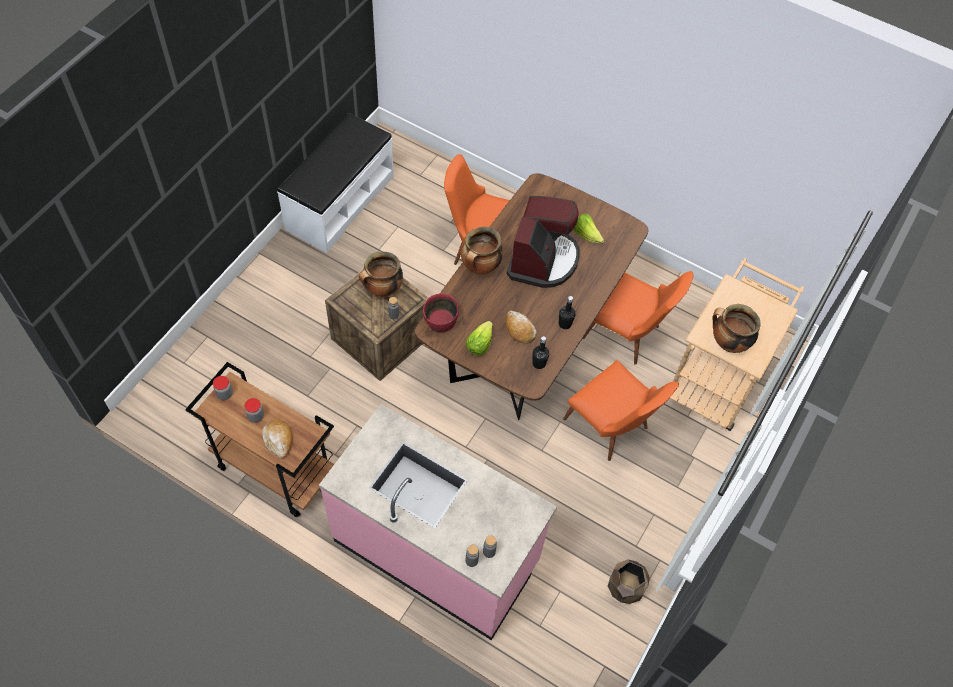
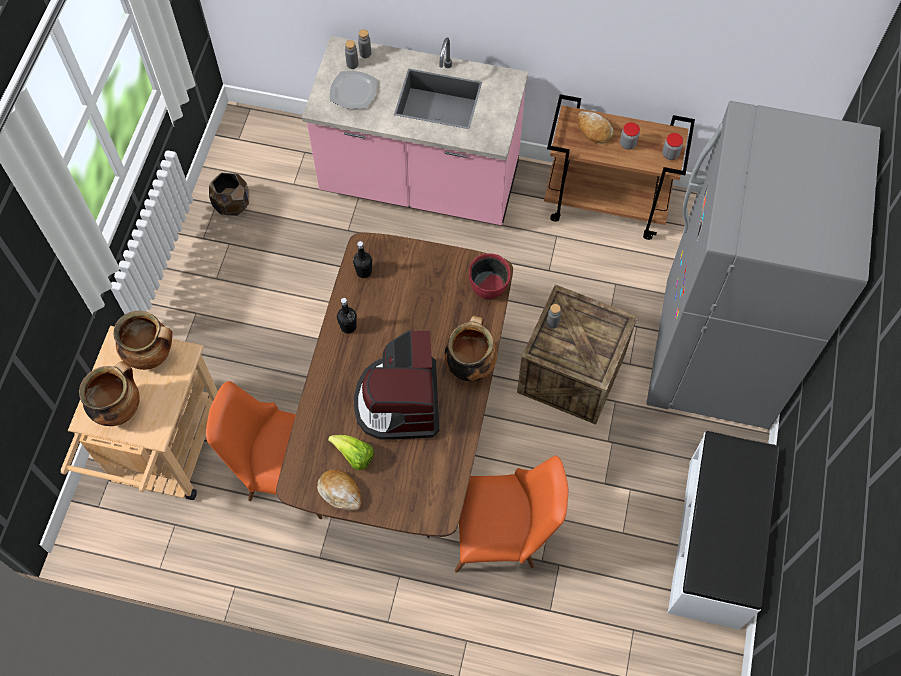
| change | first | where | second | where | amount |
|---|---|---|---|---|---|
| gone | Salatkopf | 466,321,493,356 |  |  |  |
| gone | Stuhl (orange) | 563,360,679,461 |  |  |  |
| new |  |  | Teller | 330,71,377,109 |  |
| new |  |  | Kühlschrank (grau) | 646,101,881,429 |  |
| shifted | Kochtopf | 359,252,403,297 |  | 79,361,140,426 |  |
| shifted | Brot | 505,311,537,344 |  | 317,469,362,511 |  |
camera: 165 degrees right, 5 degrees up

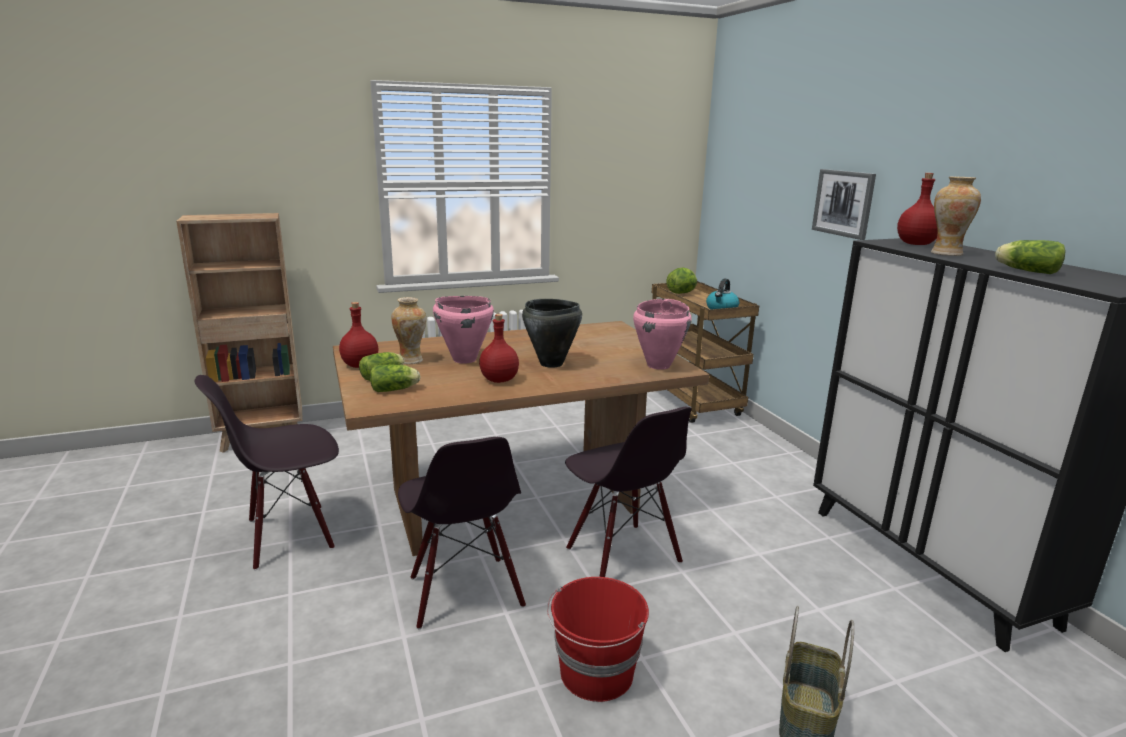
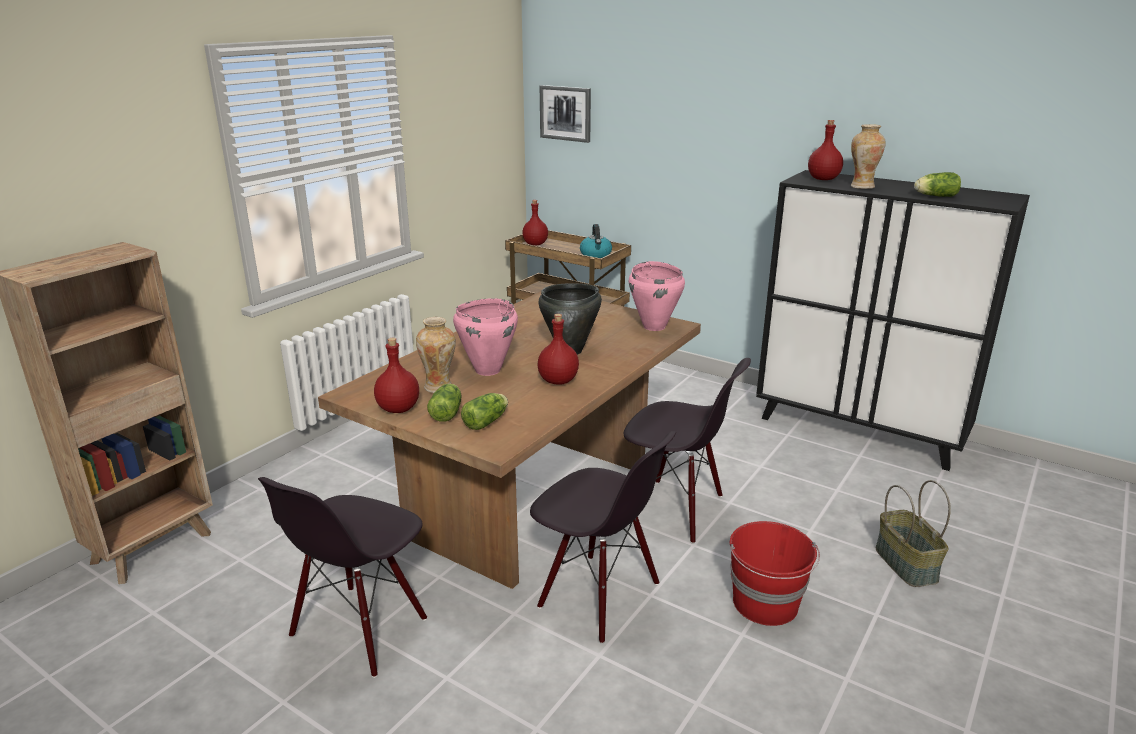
| change | first | where | second | where | amount |
|---|---|---|---|---|---|
| shifted | Bild | 812,169,876,240 |  | 540,85,591,143 |  |
| swapped | Salatkopf | 666,268,697,294 | Flasche (rot) | 522,200,548,245 |  |
camera: 35 degrees left, 5 degrees up

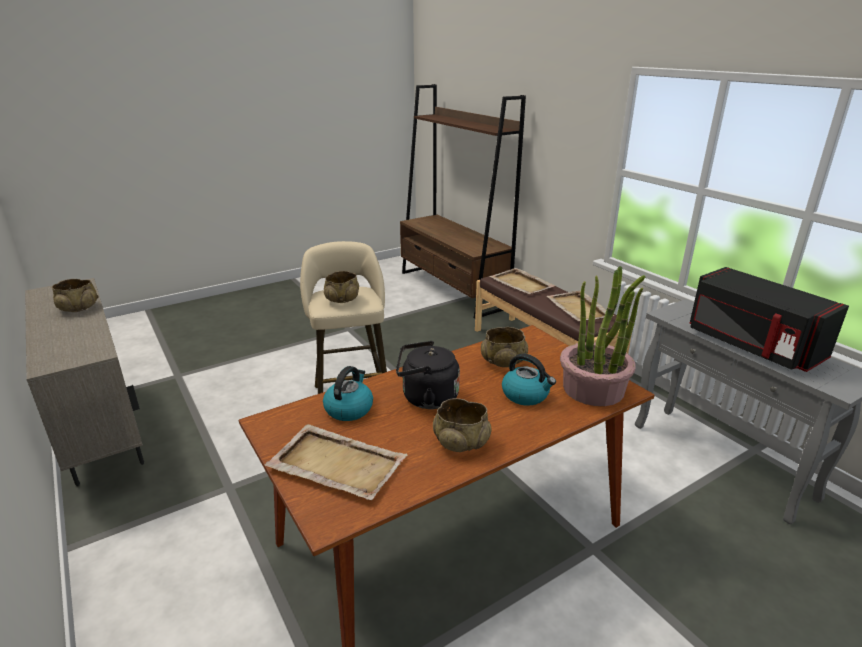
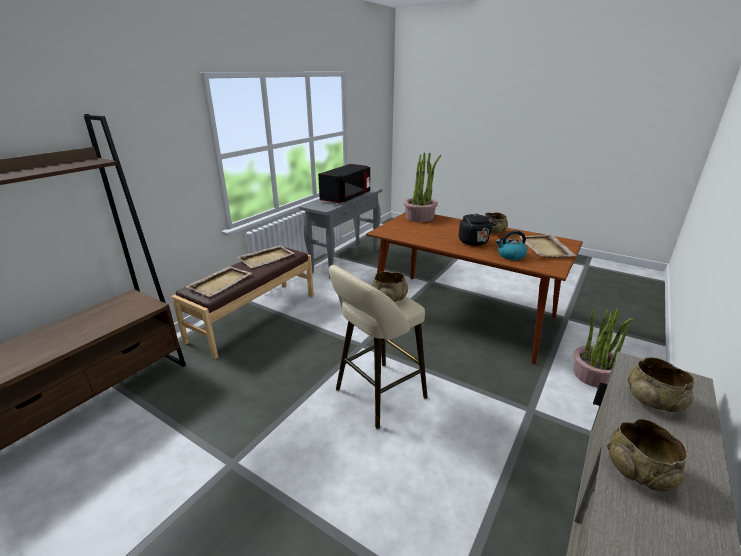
| change | first | where | second | where | amount |
|---|---|---|---|---|---|
| gone | Wasserkessel | 502,354,556,405 |  |  |  |
| new |  |  | Topfpflanze | 574,308,633,388 |  |
| shifted | Schüssel (beige) | 481,327,528,367 |  | 628,357,695,412 |  |
camera: 115 degrees left, 0 degrees up

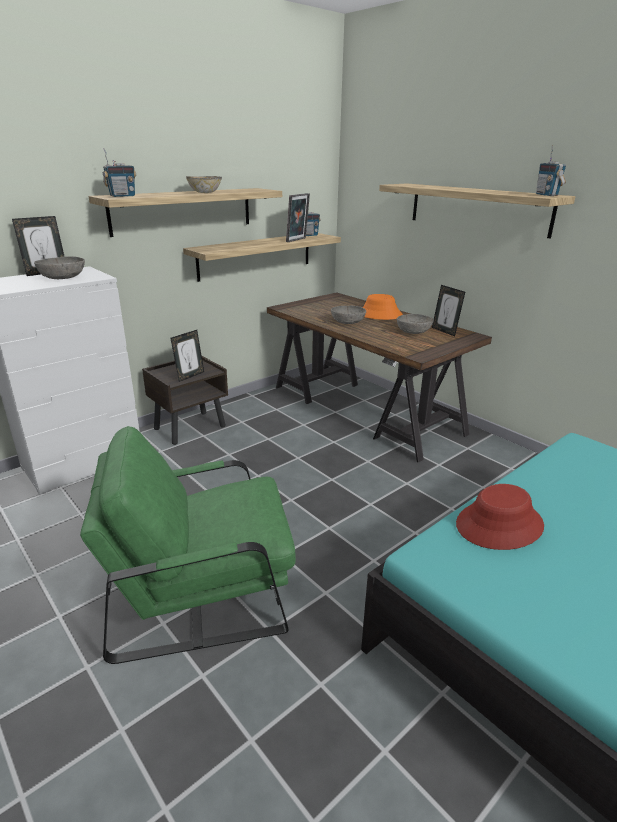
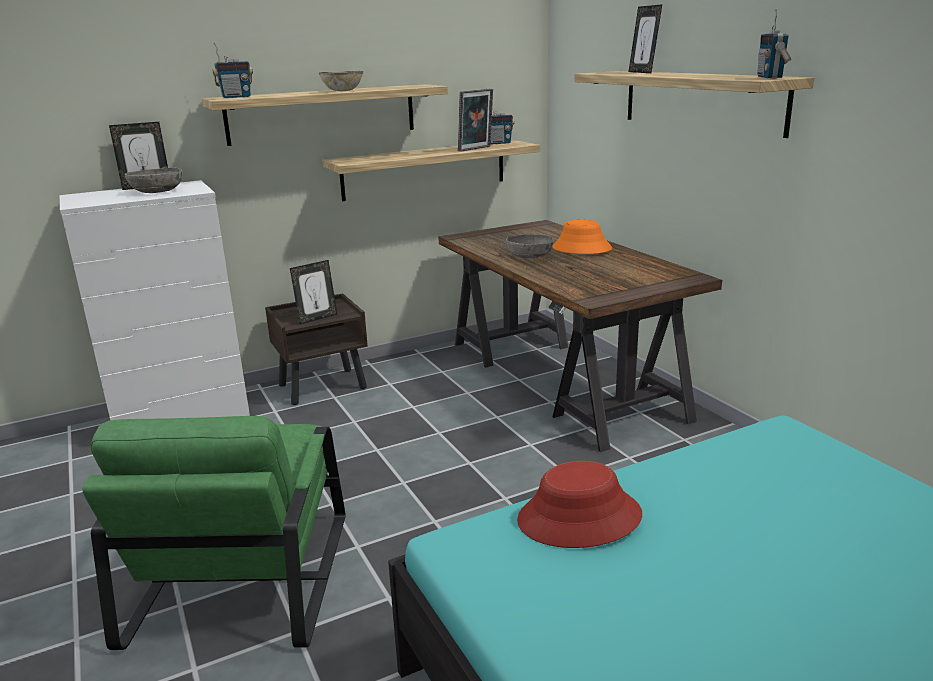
| change | first | where | second | where | amount |
|---|---|---|---|---|---|
| gone | Schüssel (grau) | 397,314,434,334 |  |  |  |
| shifted | Bilderrahmen | 432,285,465,337 |  | 628,4,662,73 |  |
| rotated | Sessel (grün) | 80,426,296,664 |  | 82,416,345,650 | 90 degrees counterclockwise |
camera: 15 degrees right, 5 degrees down

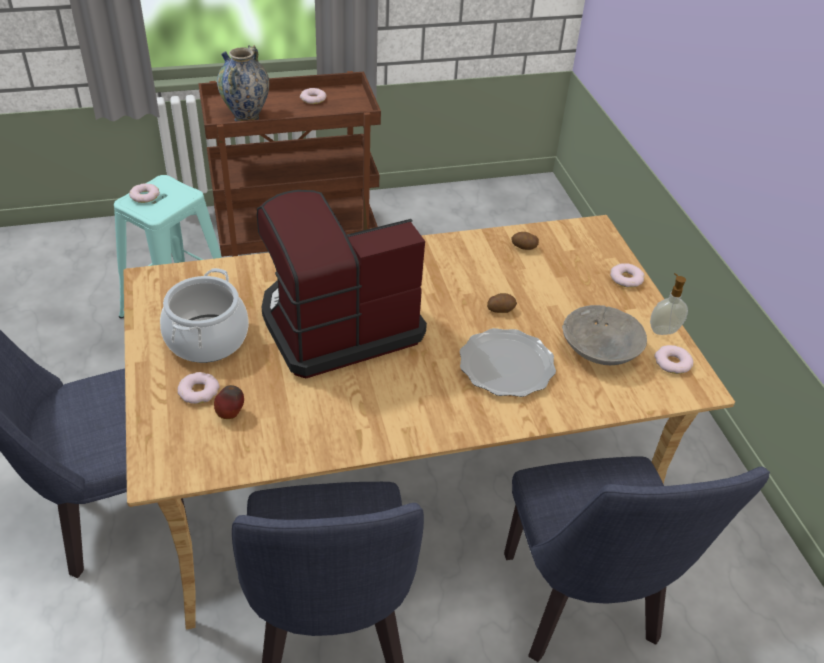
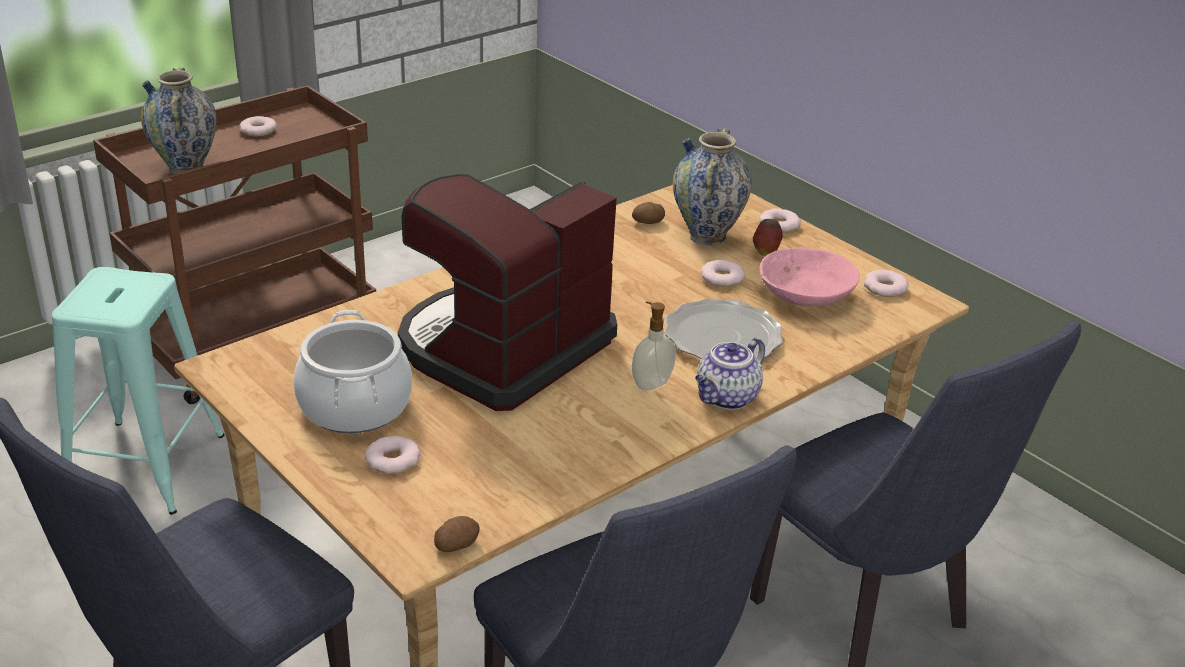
| change | first | where | second | where | amount |
|---|---|---|---|---|---|
| new |  |  | Vase | 673,128,752,245 |  |
| new |  |  | Teekanne | 695,338,765,410 |  |
| shifted | Donut | 129,184,160,203 |  | 701,260,745,287 |  |
| shifted | Apfel | 214,385,244,419 |  | 753,219,783,256 |  |
| shifted | Kartoffel | 487,293,517,313 |  | 434,516,480,552 |  |
| shifted | Seifenspender | 650,273,688,335 |  | 632,301,676,390 |  |
| repainted | Schüssel (grau) | 562,305,647,365 | Schüssel (rosa) | 760,248,860,306 |  |
camera: 25 degrees left, 10 degrees down

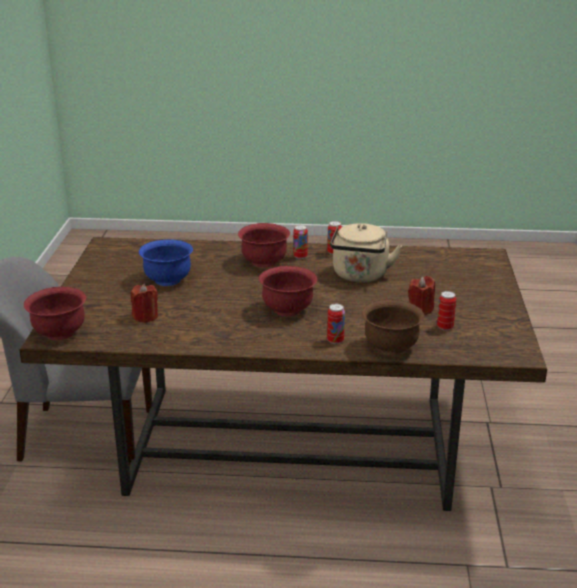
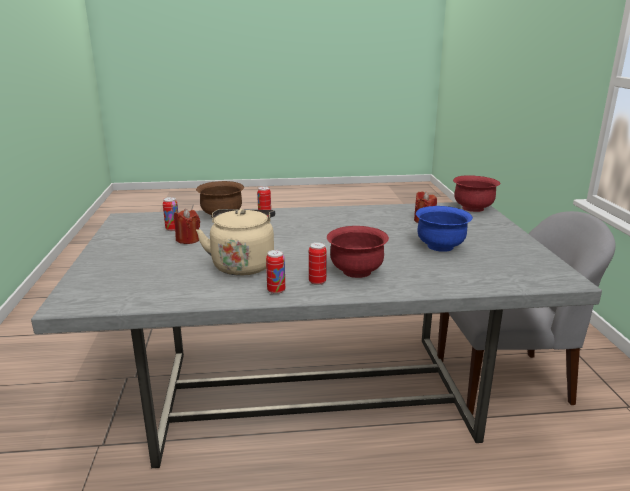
| change | first | where | second | where | amount |
|---|---|---|---|---|---|
| gone | Schüssel (rot) | 259,266,317,316 |  |  |  |
| repainted | Esstisch (braun) | 19,237,547,511 | Esstisch (grau) | 31,202,602,468 |  |
camera: 170 degrees right, 5 degrees down

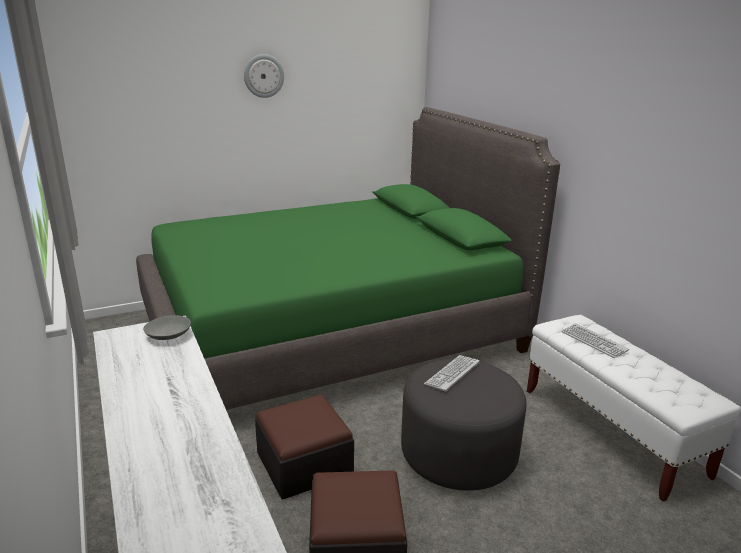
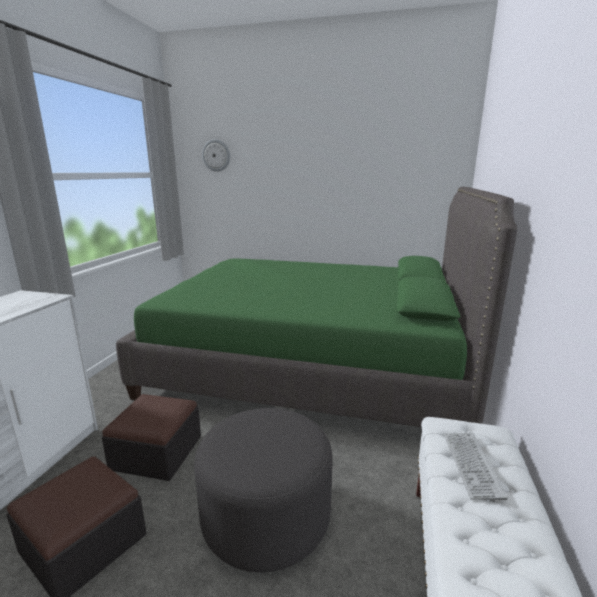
| change | first | where | second | where | amount |
|---|---|---|---|---|---|
| gone | Schüssel (grau) | 143,315,191,340 |  |  |  |
| gone | Tastatur | 424,355,480,392 |  |  |  |
| shifted | Wanduhr | 244,54,284,98 |  | 202,139,230,172 |  |
camera: 40 degrees right, 5 degrees down

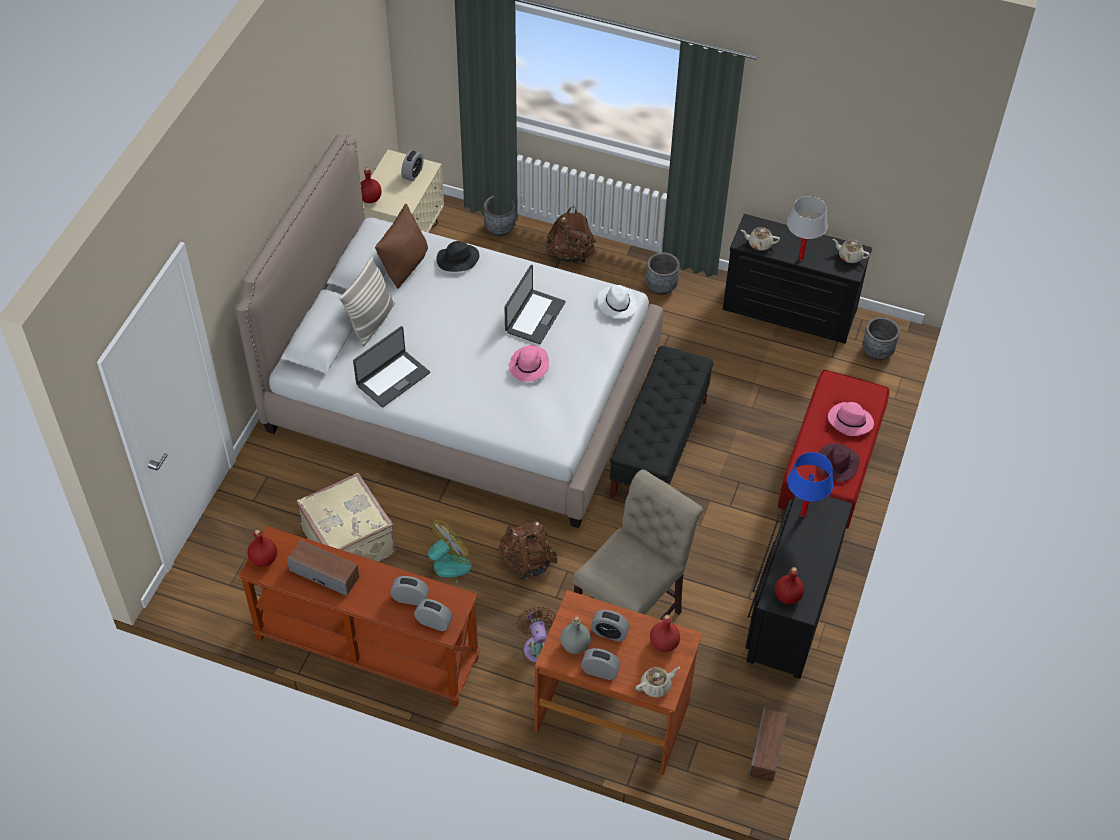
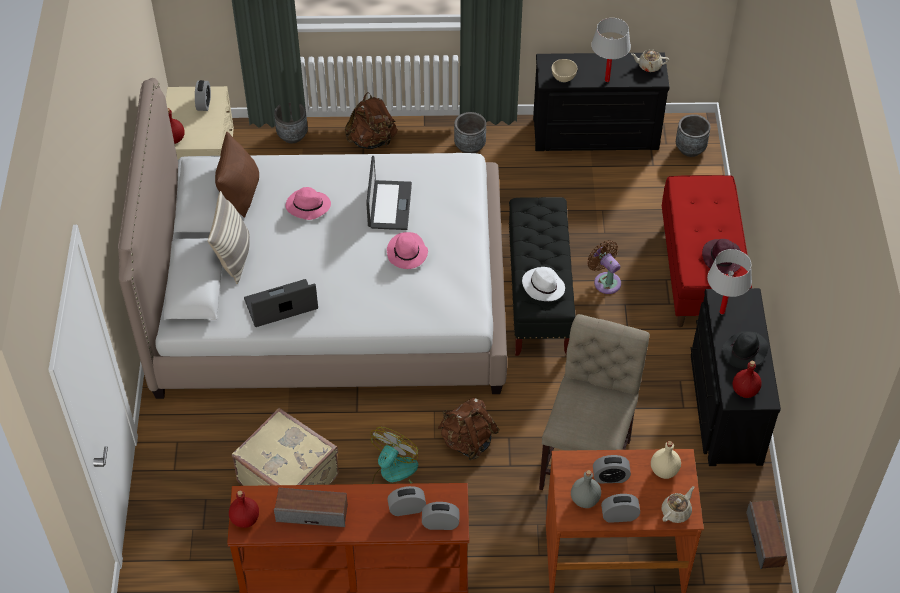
| change | first | where | second | where | amount |
|---|---|---|---|---|---|
| shifted | Hut (schwarz) | 436,241,479,272 |  | 722,331,768,369 |  |
| shifted | Ventilator (braun) | 515,607,556,663 |  | 587,240,621,294 |  |
| shifted | Hut (weiß) | 597,285,637,319 |  | 522,267,565,301 |  |
| shifted | Hut (rosa) | 828,402,874,436 |  | 285,187,331,220 |  |
| swapped | Teekanne (beige) | 741,227,780,251 | Schüssel (beige) | 552,59,577,82 |  |
| repainted | Flasche (rot) | 650,615,680,652 | Flasche (beige) | 651,441,681,479 |  |
| repainted | Tischlampe (blau) | 787,452,833,517 | Tischlampe (weiß) | 707,249,752,314 |  |
| rotated | Laptop | 353,326,430,408 |  | 244,279,318,327 | 135 degrees counterclockwise |
camera: 20 degrees left, 0 degrees up

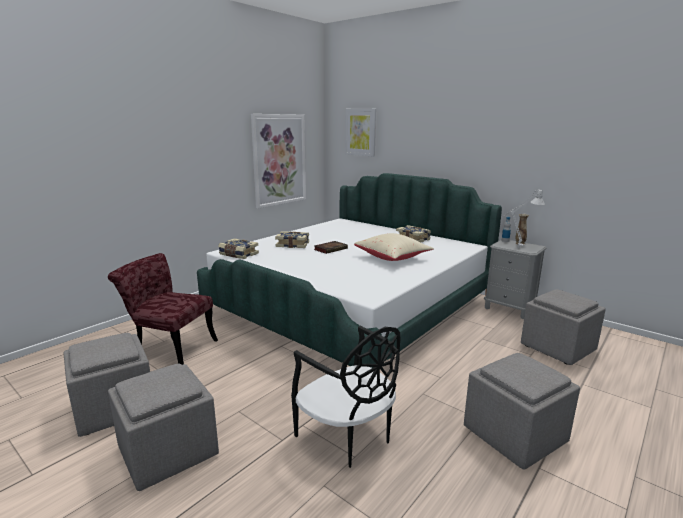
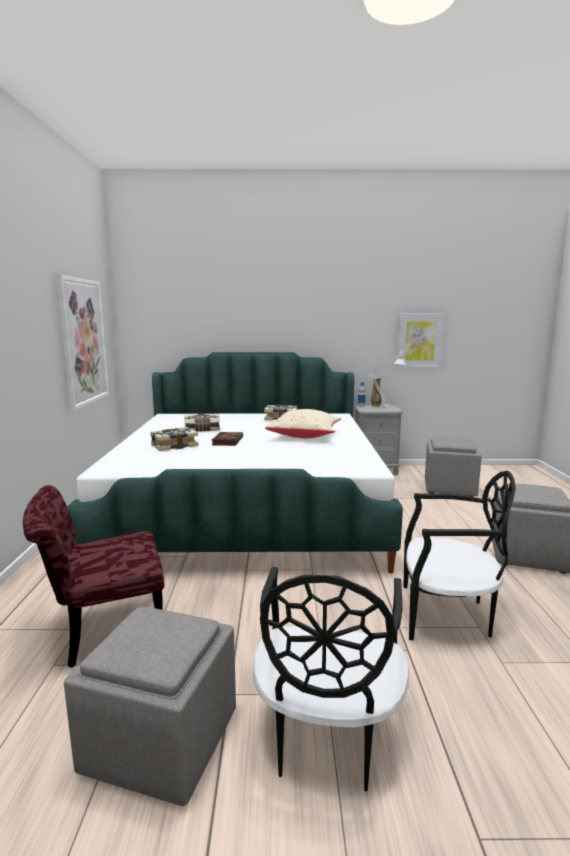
| change | first | where | second | where | amount |
|---|---|---|---|---|---|
| shifted | Buch | 218,238,259,259 |  | 184,414,220,432 |  |
| shifted | Bild | 345,109,376,156 |  | 397,314,444,368 |  |
| swapped | Polsterhocker (grau) | 108,364,219,491 | Stuhl (schwarz) | 253,567,409,792 |  |
camera: 40 degrees left, 5 degrees down

